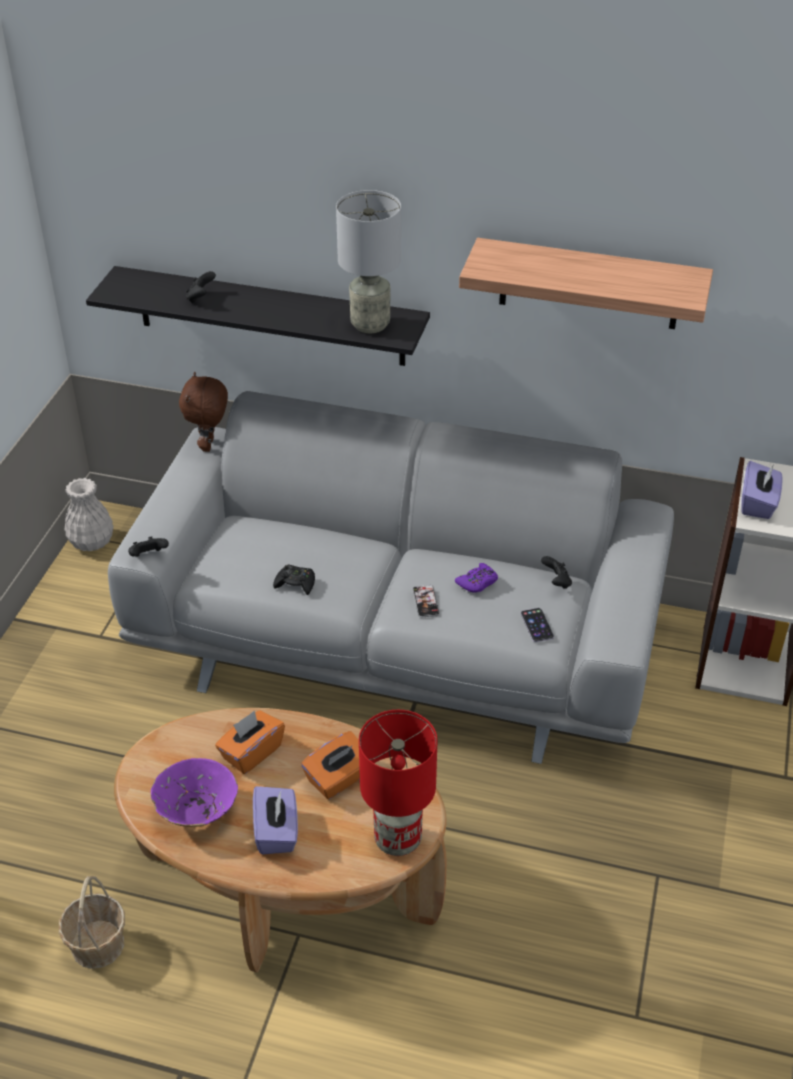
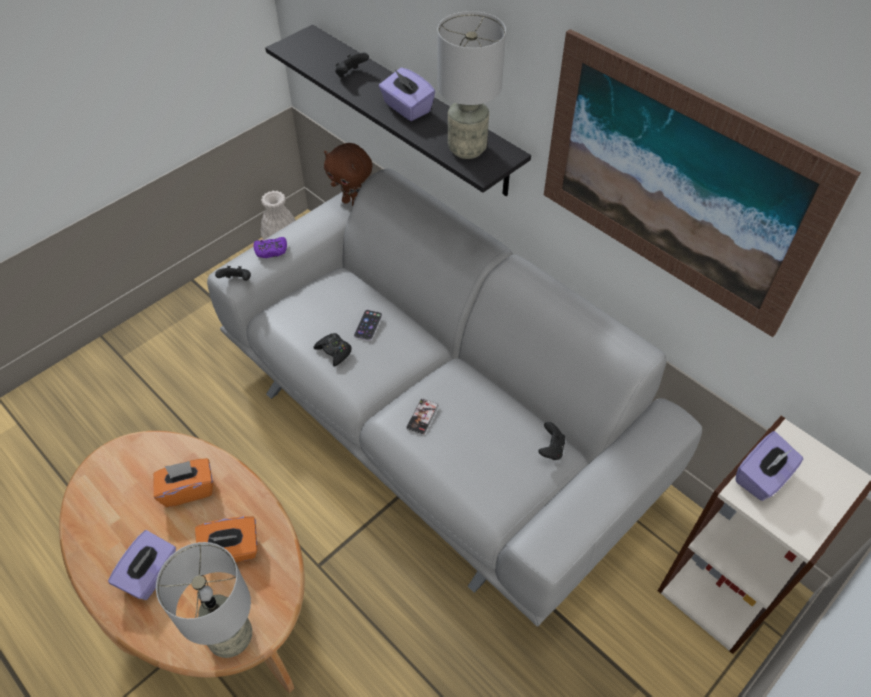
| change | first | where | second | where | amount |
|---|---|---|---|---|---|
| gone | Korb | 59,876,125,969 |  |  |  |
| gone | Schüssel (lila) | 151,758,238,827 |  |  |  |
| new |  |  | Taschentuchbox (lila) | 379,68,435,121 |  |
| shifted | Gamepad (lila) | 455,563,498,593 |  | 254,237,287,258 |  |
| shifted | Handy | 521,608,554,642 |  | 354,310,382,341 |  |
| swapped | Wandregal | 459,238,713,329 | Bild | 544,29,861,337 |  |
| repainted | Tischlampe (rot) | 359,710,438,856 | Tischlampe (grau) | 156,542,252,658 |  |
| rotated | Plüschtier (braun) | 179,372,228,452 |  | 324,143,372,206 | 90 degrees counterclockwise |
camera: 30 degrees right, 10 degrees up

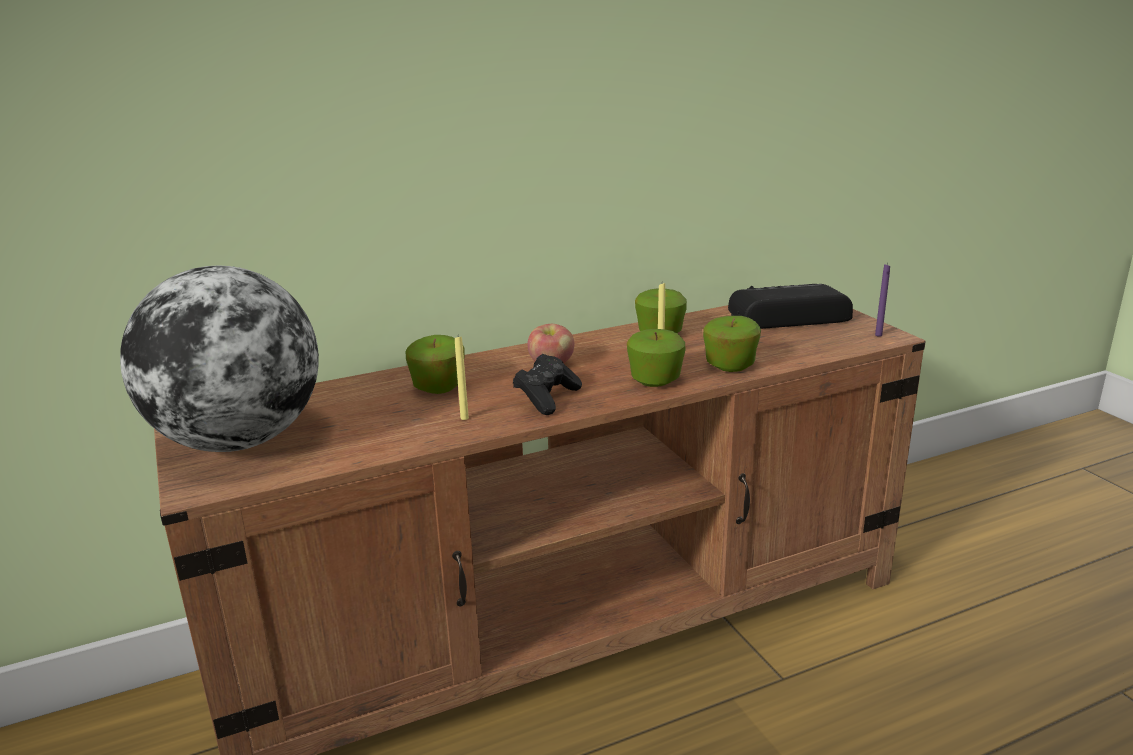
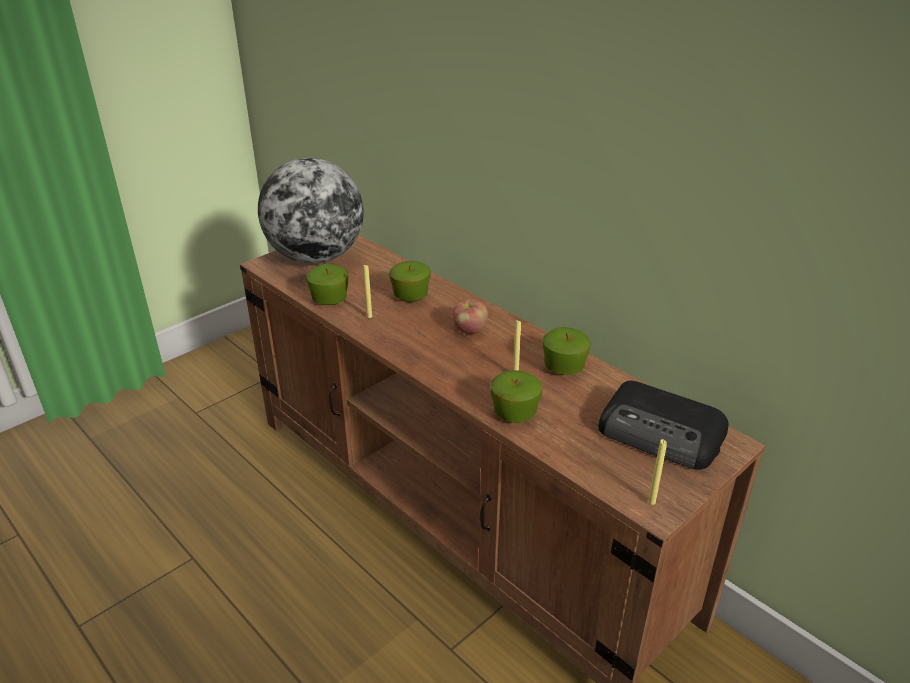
| change | first | where | second | where | amount |
|---|---|---|---|---|---|
| gone | Gamepad (schwarz) | 513,354,582,415 |  |  |  |
| shifted | Apfel | 627,329,685,387 |  | 306,264,349,305 |  |
| repainted | Kerze (lila) | 875,263,890,337 | Kerze (gelb) | 648,439,667,505 |  |
| rotated | Radio | 728,284,853,329 |  | 598,381,729,470 | 150 degrees clockwise |
camera: 70 degrees right, 10 degrees up

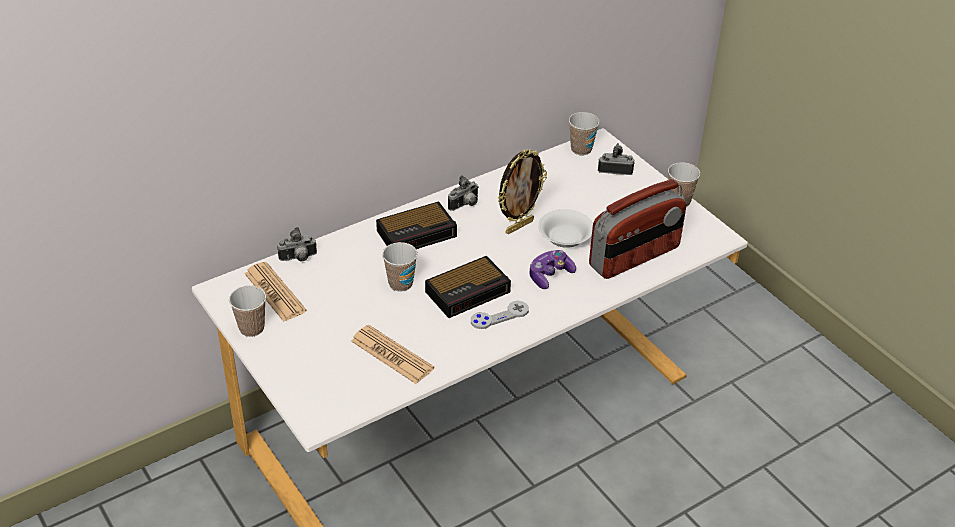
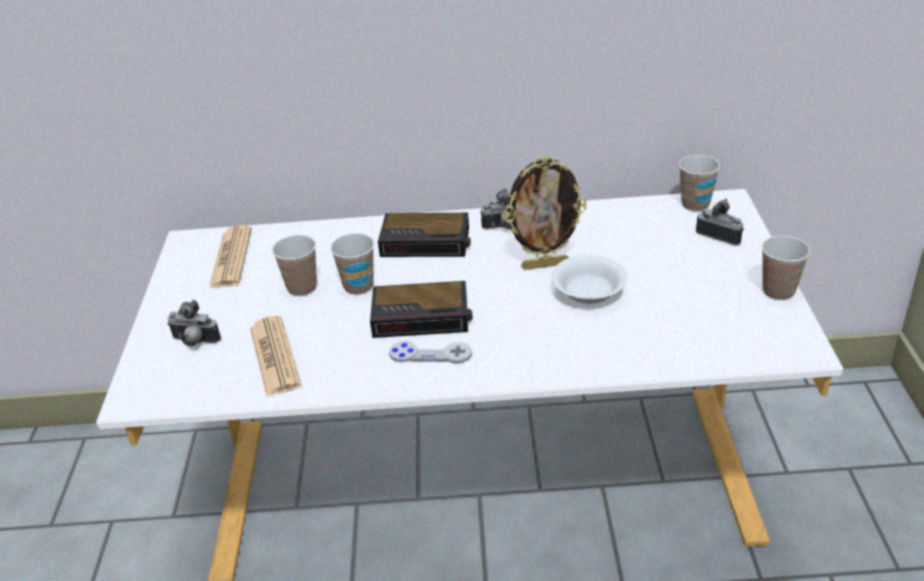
| change | first | where | second | where | amount |
|---|---|---|---|---|---|
| gone | Gamepad | 529,250,576,289 |  |  |  |
| gone | Radio | 589,179,686,279 |  |  |  |
| shifted | Tasse | 229,285,266,337 |  | 272,235,317,296 |  |
| shifted | Kamera | 277,227,317,261 |  | 167,300,221,347 |  |
camera: 35 degrees right, 5 degrees down

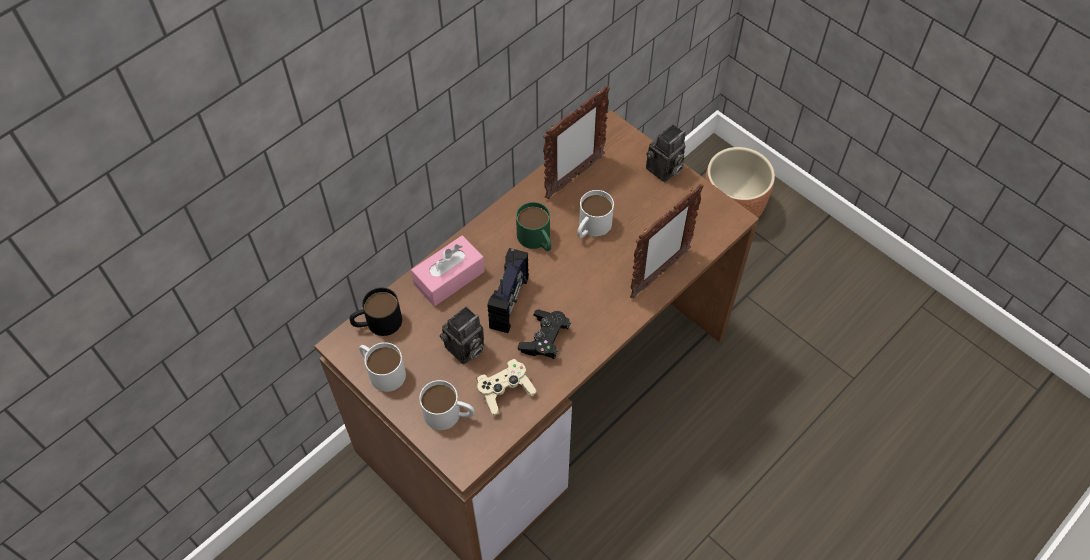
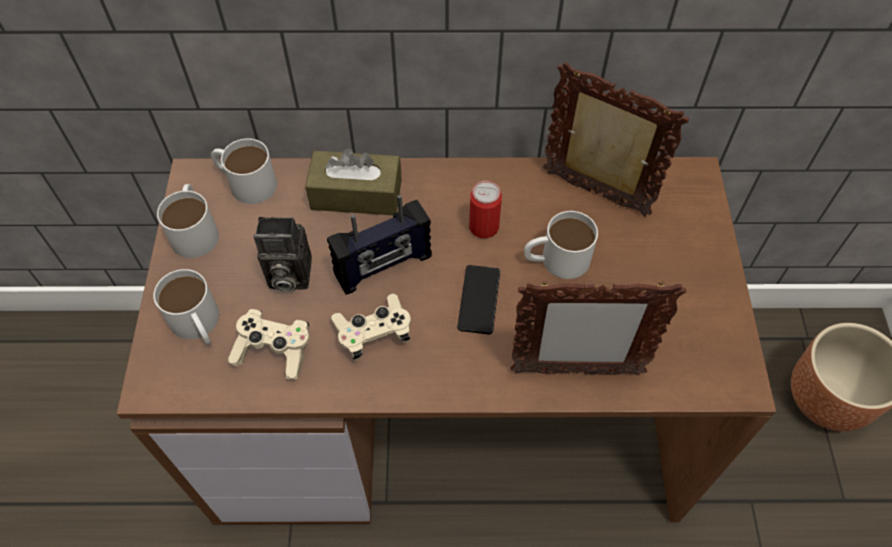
| change | first | where | second | where | amount |
|---|---|---|---|---|---|
| gone | Kamera | 646,124,686,182 |  |  |  |
| new |  |  | Handy | 457,265,500,335 |  |
| swapped | Henkelbecher (grün) | 516,202,551,251 | Dose | 469,181,502,238 |  |
| repainted | Henkelbecher (schwarz) | 349,287,402,336 | Henkelbecher (weiß) | 211,138,277,204 |  |
| repainted | Taschentuchbox (rosa) | 411,235,485,306 | Taschentuchbox (braun) | 305,149,402,215 |  |
| repainted | Gamepad (schwarz) | 518,309,571,359 | Gamepad (beige) | 330,294,411,361 |  |
| rotated | Bilderrahmen | 543,85,610,199 |  | 543,62,689,216 | 150 degrees counterclockwise |
camera: 45 degrees right, 0 degrees up

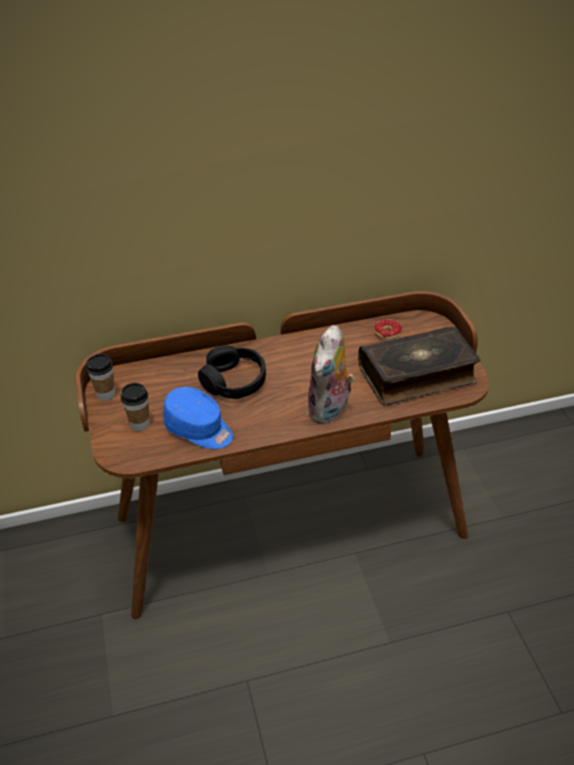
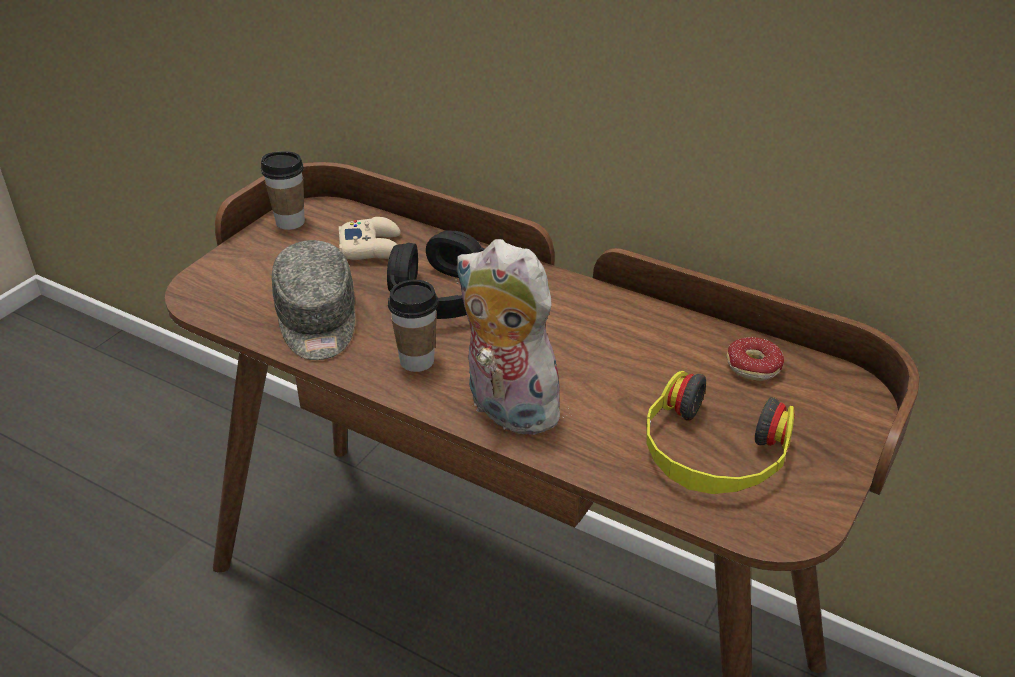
| change | first | where | second | where | amount |
|---|---|---|---|---|---|
| new |  |  | Gamepad (beige) | 339,217,401,260 |  |
| shifted | Tasse | 121,383,150,431 |  | 388,280,438,372 |  |
| swapped | Buch | 358,326,480,405 | Kopfhörer | 646,371,795,494 |  |
| repainted | Kappe (blau) | 163,387,233,449 | Kappe (grau) | 272,240,355,360 |  |
| rotated | Plüschtier | 307,325,355,424 |  | 456,239,572,435 | 60 degrees clockwise |
camera: 45 degrees right, 5 degrees down

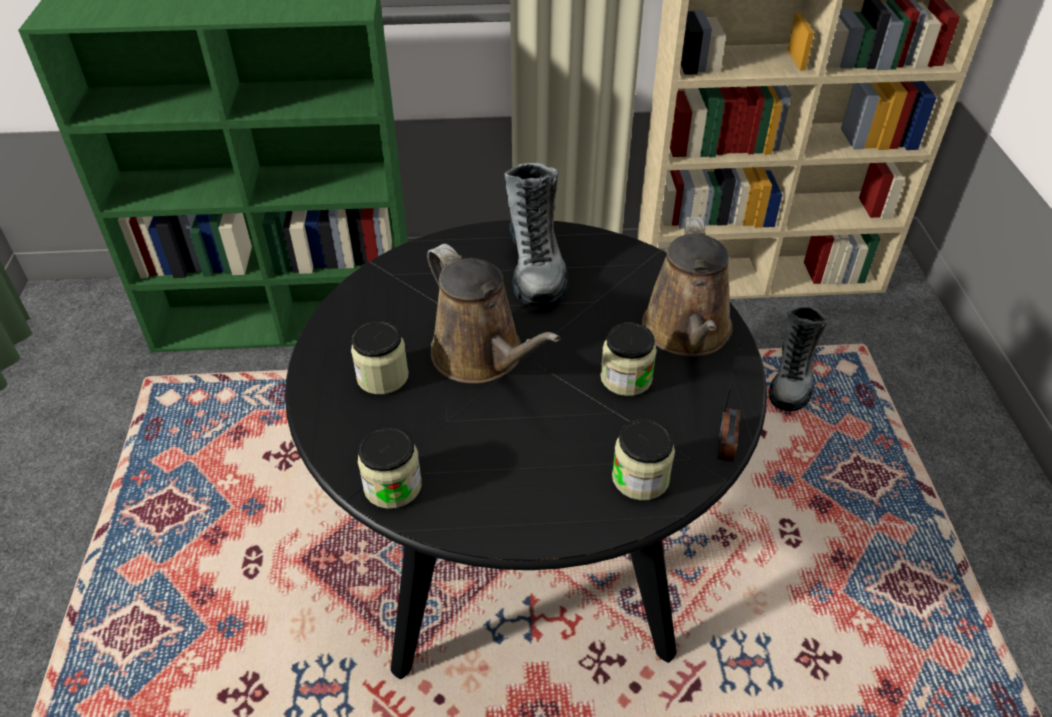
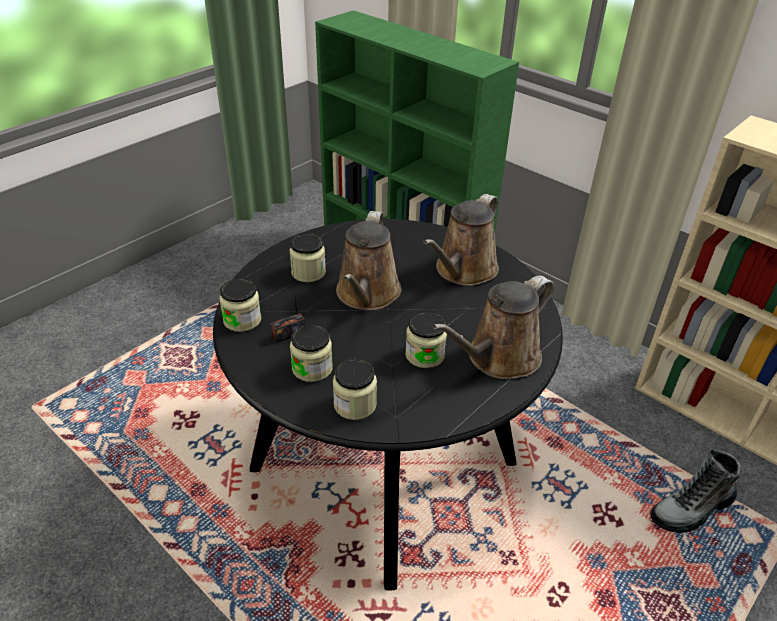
| change | first | where | second | where | amount |
|---|---|---|---|---|---|
| new |  |  | Vorratsglas | 290,325,333,382 |  |
| shifted | Radio | 717,342,741,462 |  | 271,261,305,343 |  |
| swapped | Stiefel | 504,163,568,306 | Gießkanne (braun) | 423,194,499,286 |  |
camera: 45 degrees right, 5 degrees down

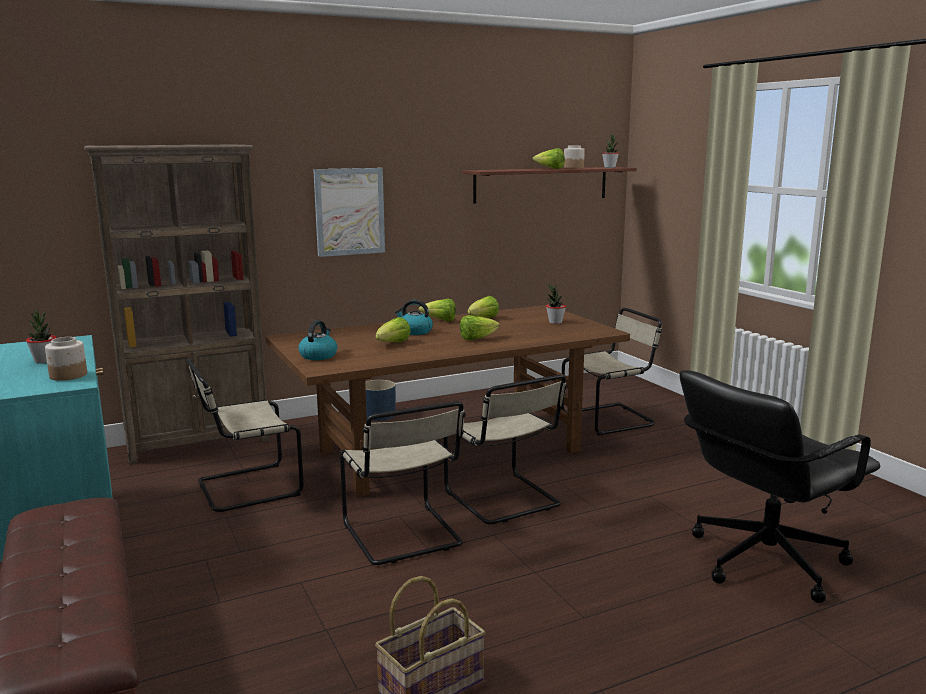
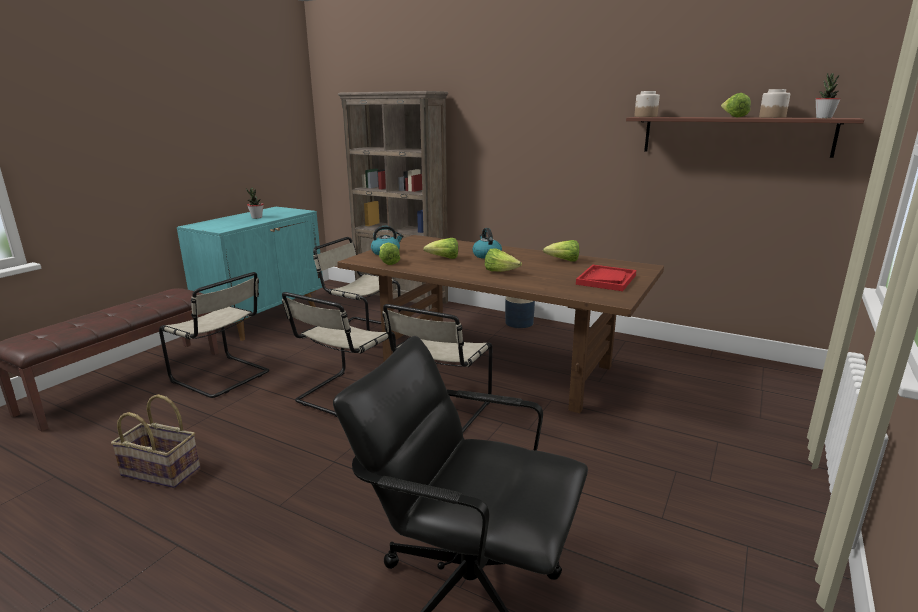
| change | first | where | second | where | amount |
|---|---|---|---|---|---|
| gone | Bild | 313,168,385,257 |  |  |  |
| shifted | Vorratsglas | 45,337,87,381 |  | 634,91,660,117 |  |
| shifted | Salatkopf | 418,299,456,321 |  | 379,243,400,265 |  |
| shifted | Stuhl (beige) | 561,308,662,435 |  | 159,272,269,398 |  |
| swapped | Topfpflanze | 546,284,566,324 | Tablett (rot) | 576,265,636,291 |  |
camera: 55 degrees right, 5 degrees up

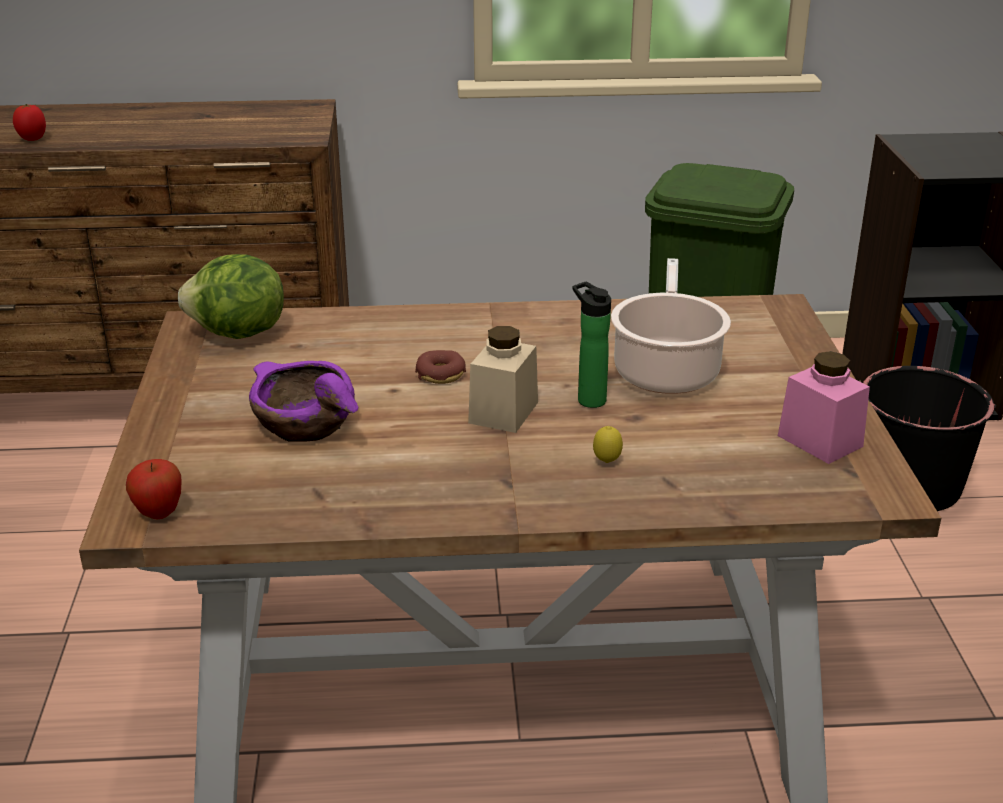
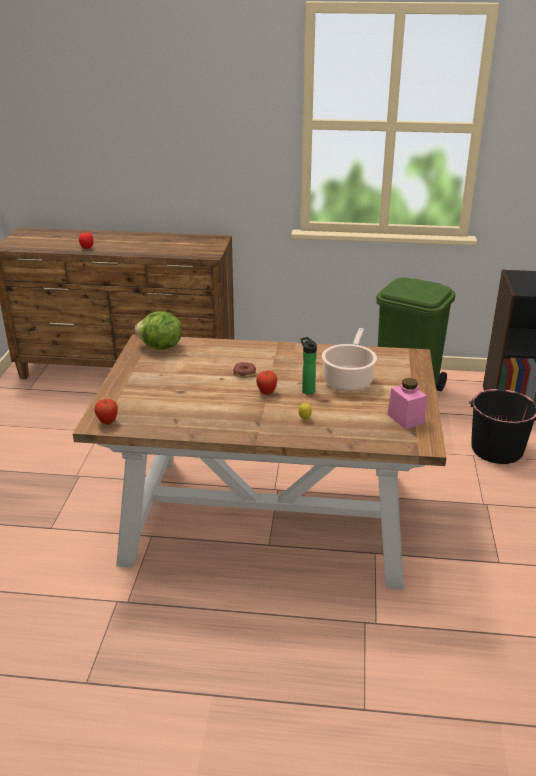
| change | first | where | second | where | amount |
|---|---|---|---|---|---|
| gone | Schüssel (lila) | 249,361,358,442 |  |  |  |
| swapped | Vorratsglas (beige) | 468,326,538,433 | Apfel | 256,371,278,395 |  |
camera: 10 degrees right, 0 degrees up

